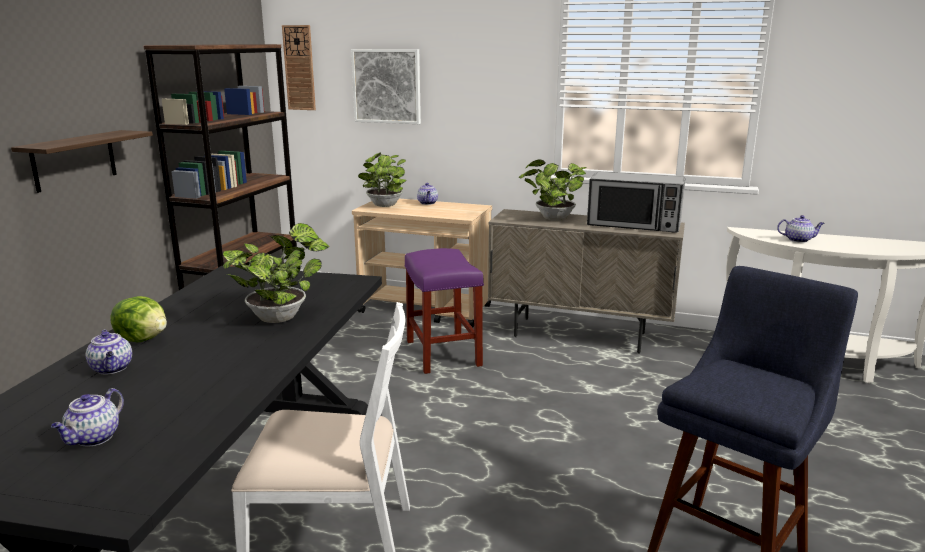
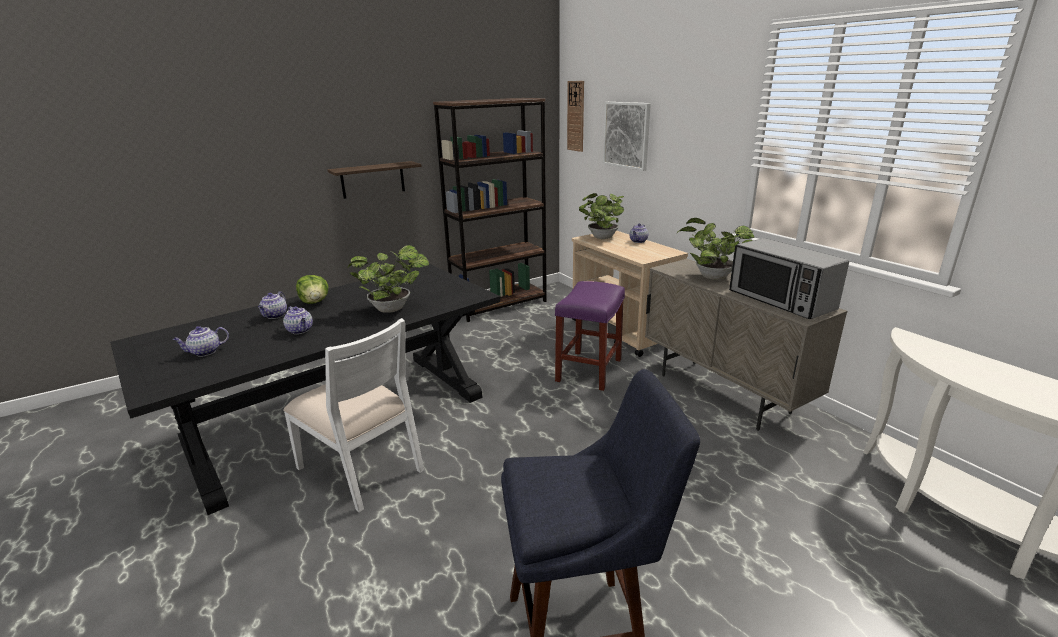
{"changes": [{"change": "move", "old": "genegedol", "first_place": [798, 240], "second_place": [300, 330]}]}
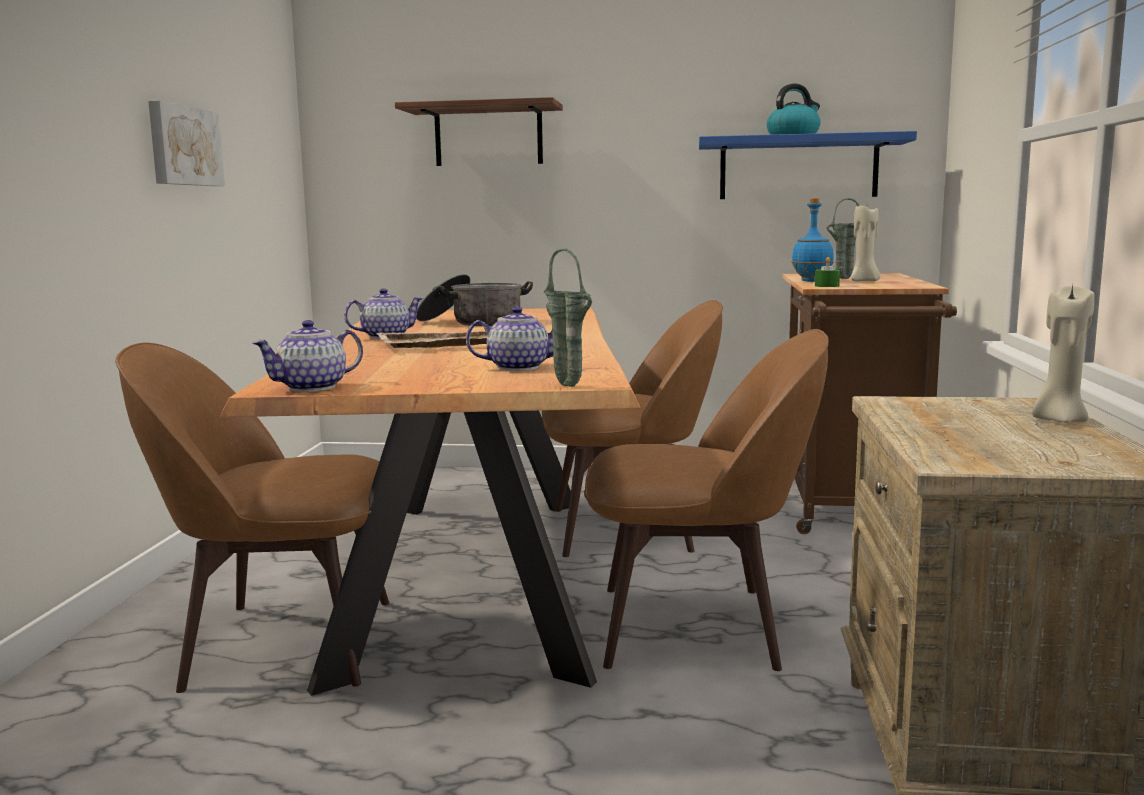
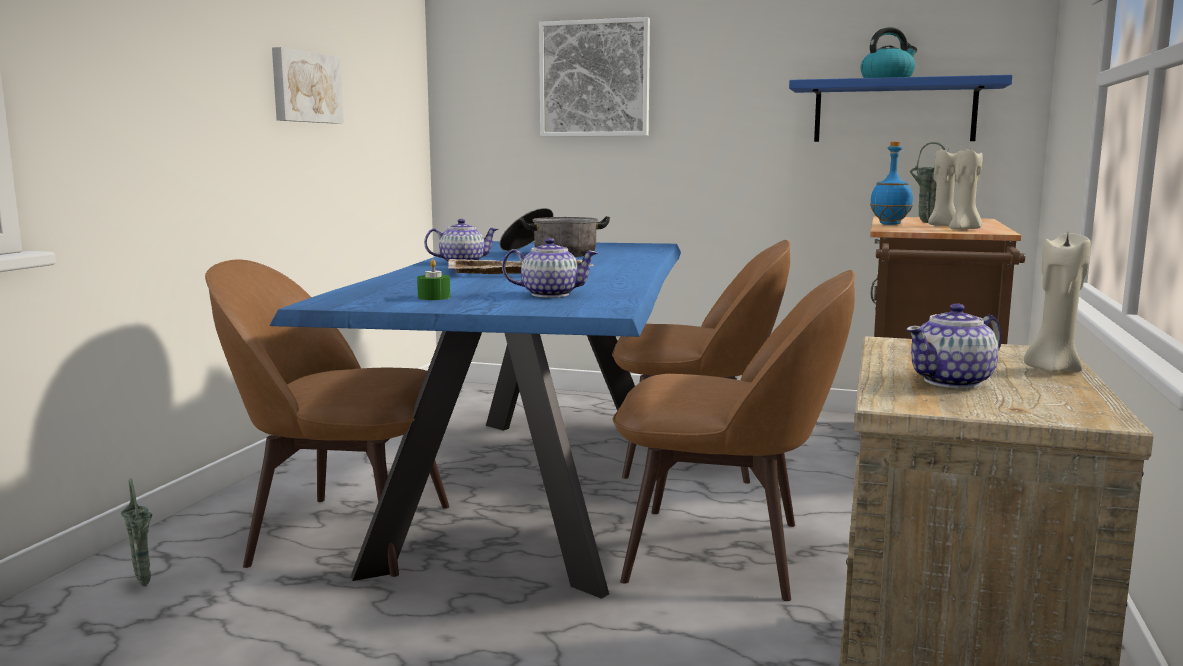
{"changes": [{"change": "recolor", "old": "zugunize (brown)", "new": "zugunize (blue)", "first_place": [474, 577], "second_place": [533, 490]}, {"change": "move", "old": "genegedol", "first_place": [313, 387], "second_place": [953, 381]}, {"change": "replace", "old": "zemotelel", "new": "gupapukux", "first_place": [488, 136], "second_place": [594, 79]}, {"change": "move", "old": "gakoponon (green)", "first_place": [571, 387], "second_place": [144, 586]}, {"change": "move", "old": "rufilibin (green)", "first_place": [827, 286], "second_place": [434, 297]}, {"change": "insert", "new": "rufilibin (beige)", "second_place": [965, 229]}]}
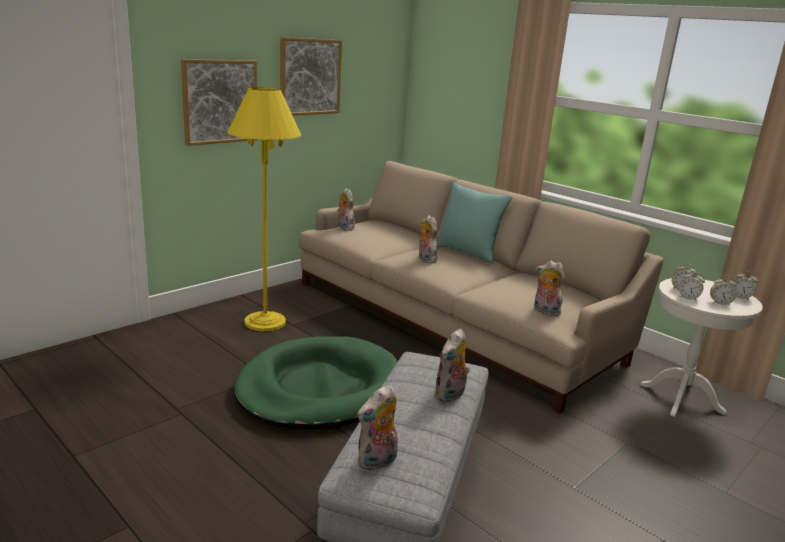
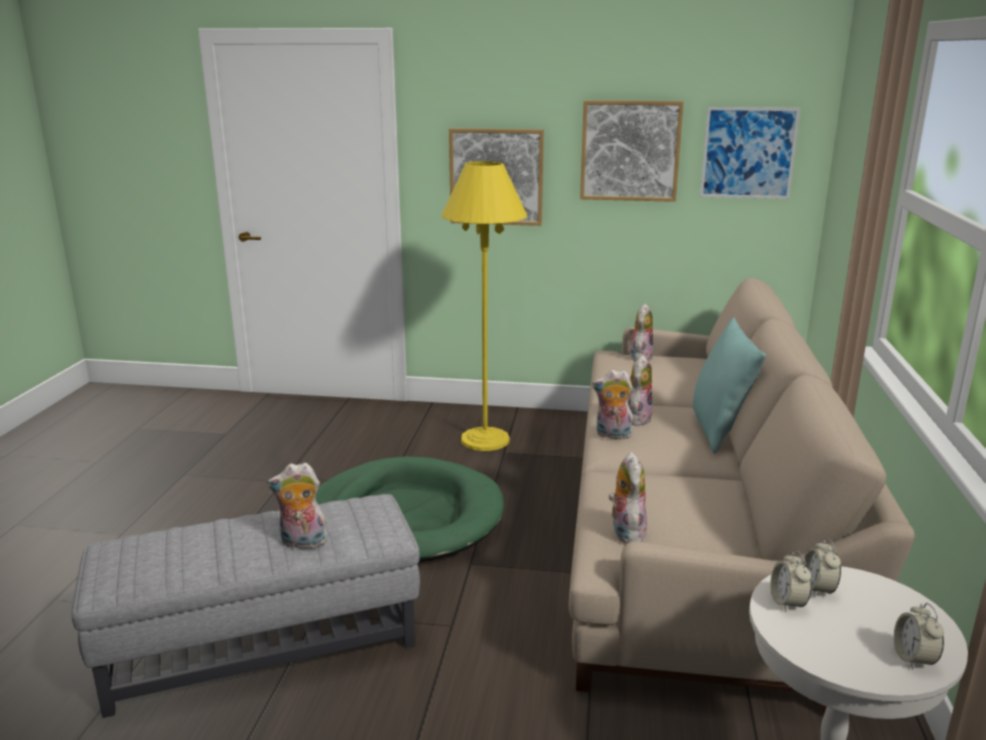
{"changes": [{"change": "move", "old": "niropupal", "first_place": [377, 462], "second_place": [612, 435]}, {"change": "delete", "old": "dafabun", "first_place": [720, 303]}, {"change": "insert", "new": "gupapukux", "second_place": [748, 153]}]}
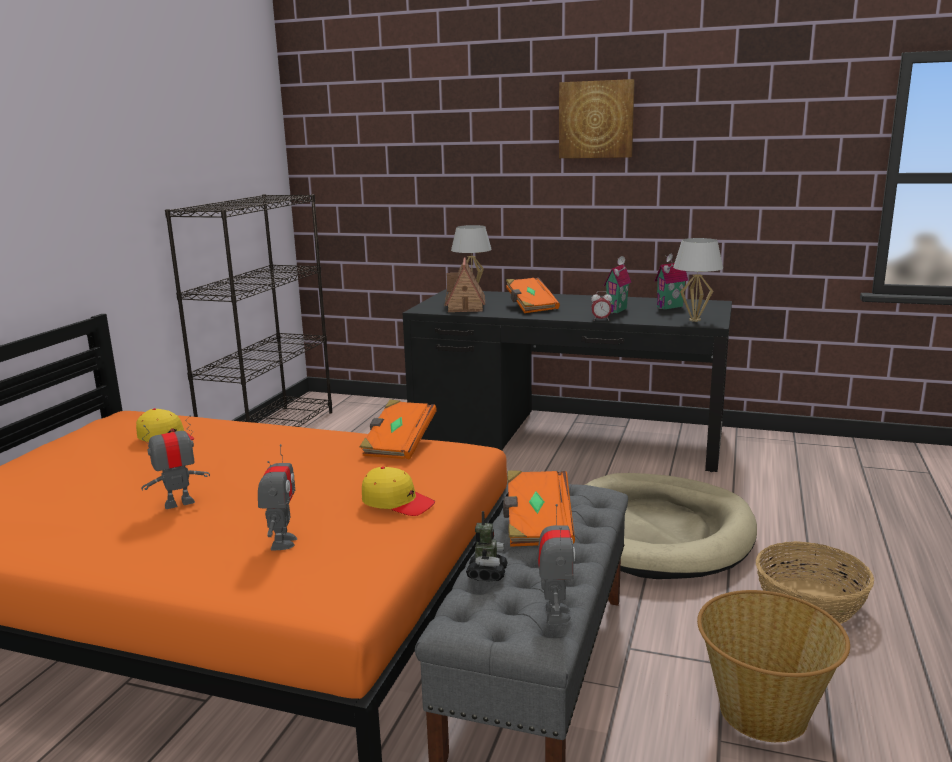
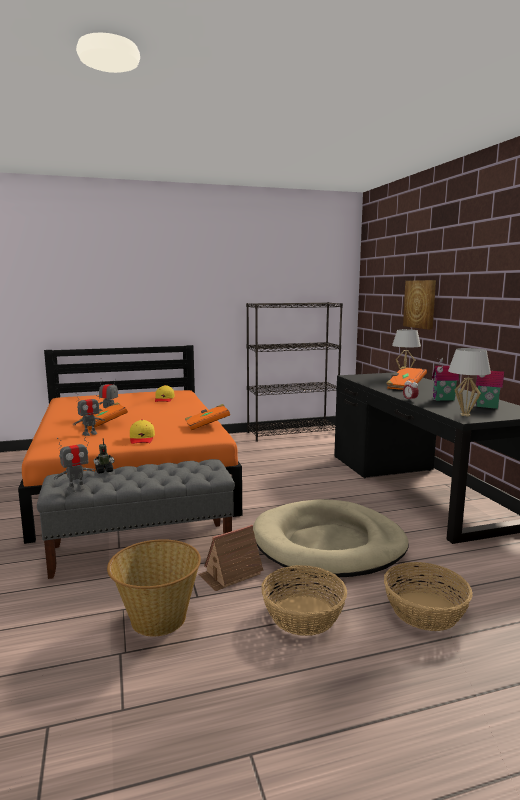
{"changes": [{"change": "move", "old": "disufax", "first_place": [465, 306], "second_place": [230, 574]}, {"change": "move", "old": "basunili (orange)", "first_place": [537, 525], "second_place": [104, 425]}, {"change": "move", "old": "gupapukux", "first_place": [596, 119], "second_place": [420, 304]}, {"change": "insert", "new": "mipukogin", "second_place": [425, 611]}]}
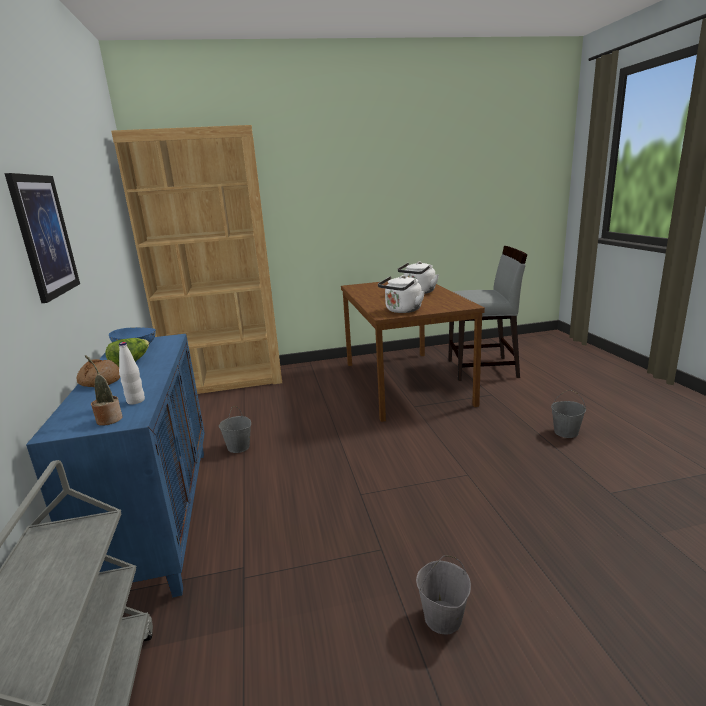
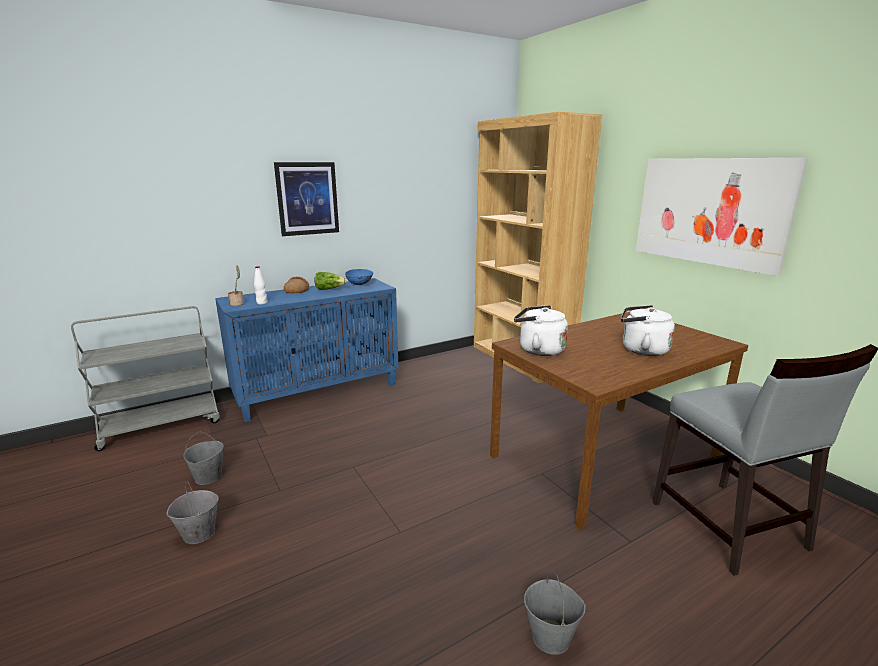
{"changes": [{"change": "move", "old": "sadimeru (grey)", "first_place": [239, 447], "second_place": [208, 477]}, {"change": "insert", "new": "gupapukux", "second_place": [710, 211]}]}
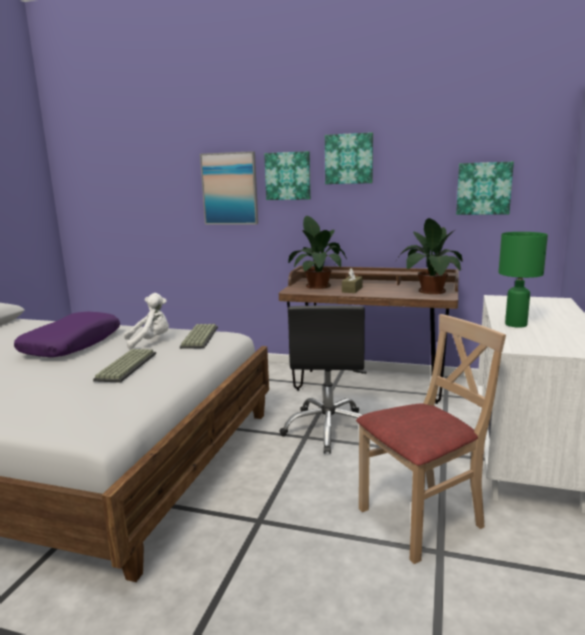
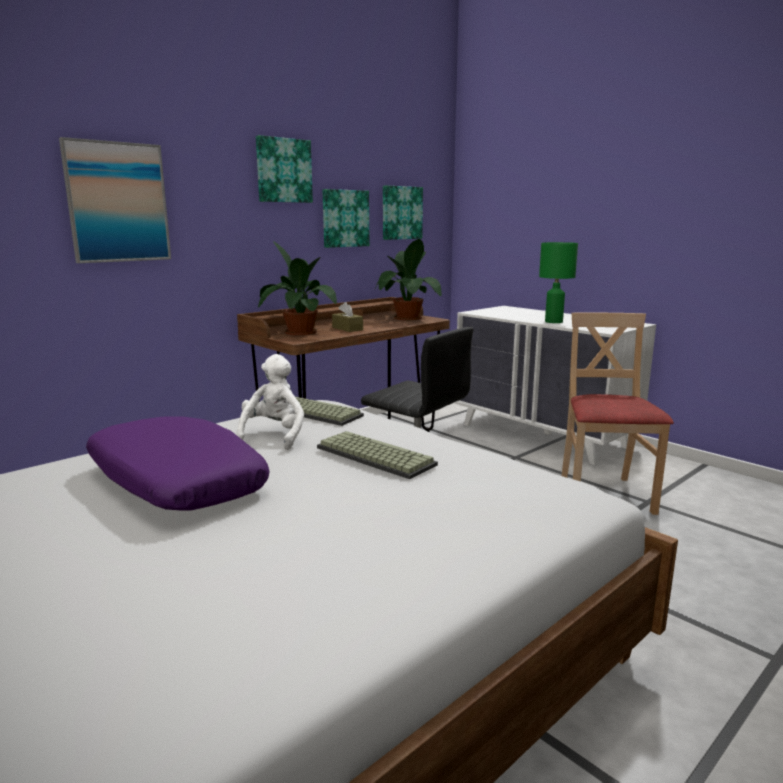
{"changes": [{"change": "move", "old": "gupapukux", "first_place": [288, 176], "second_place": [344, 218]}]}
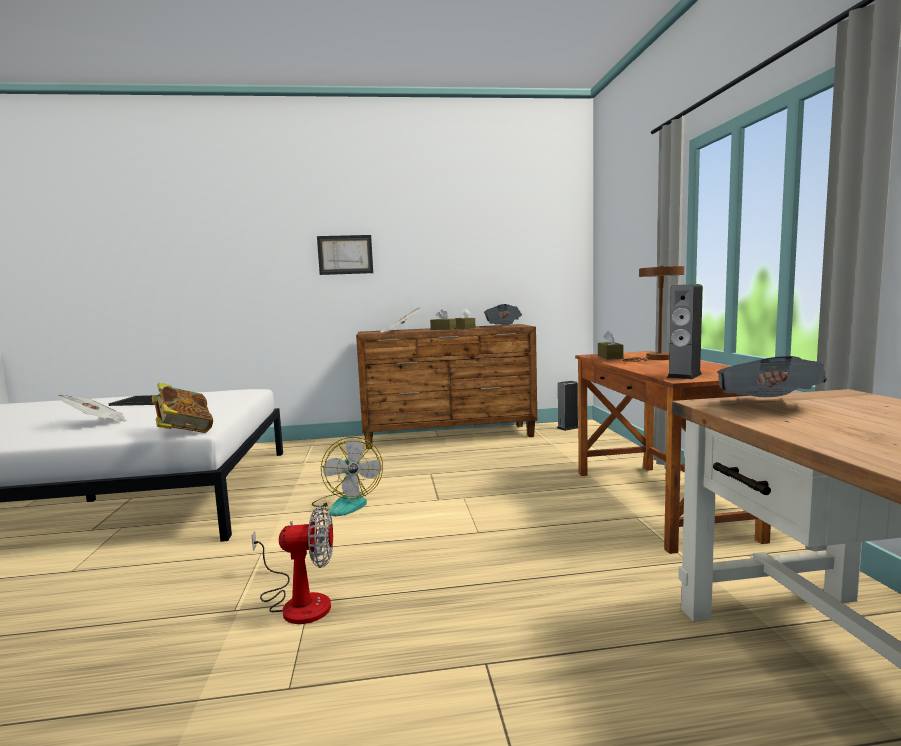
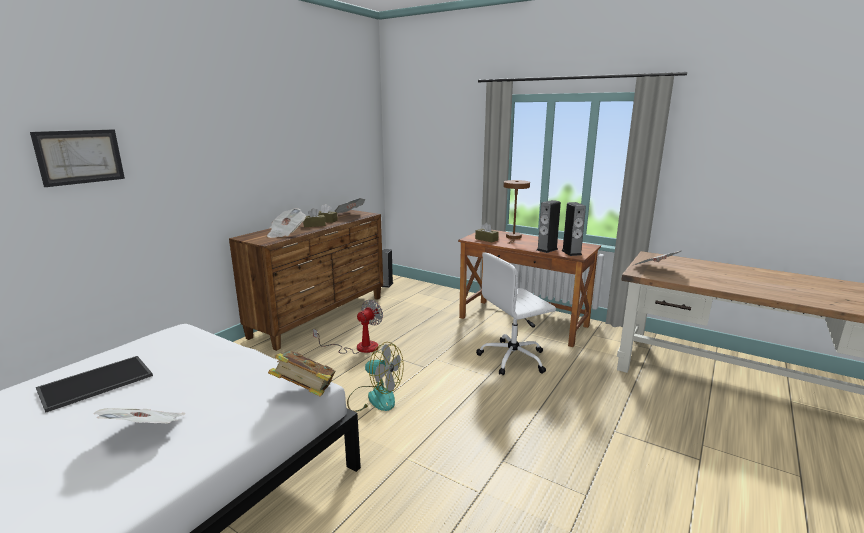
{"changes": [{"change": "move", "old": "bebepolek", "first_place": [298, 602], "second_place": [359, 347]}, {"change": "move", "old": "gupapukux", "first_place": [345, 254], "second_place": [80, 157]}, {"change": "insert", "new": "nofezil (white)", "second_place": [514, 358]}, {"change": "insert", "new": "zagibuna", "second_place": [547, 249]}]}
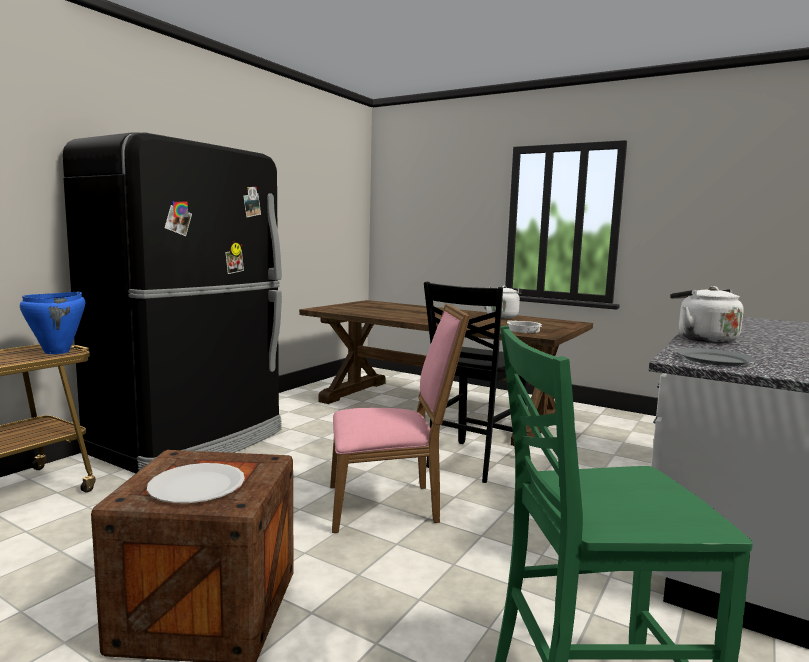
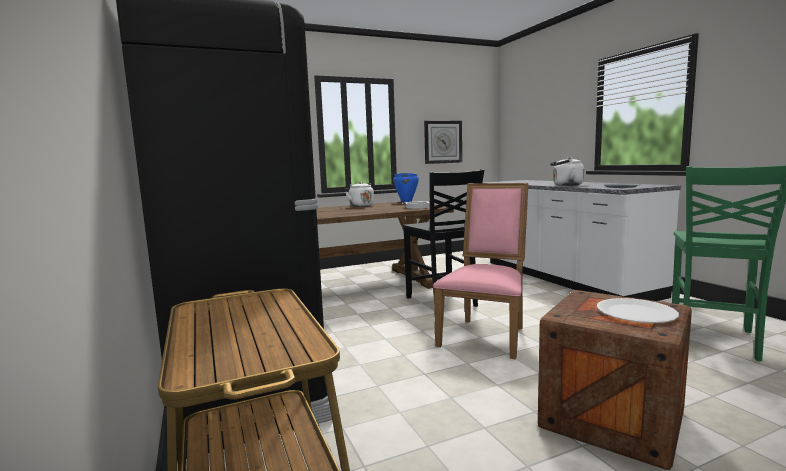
{"changes": [{"change": "move", "old": "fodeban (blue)", "first_place": [57, 352], "second_place": [406, 201]}, {"change": "insert", "new": "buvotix", "second_place": [443, 142]}]}
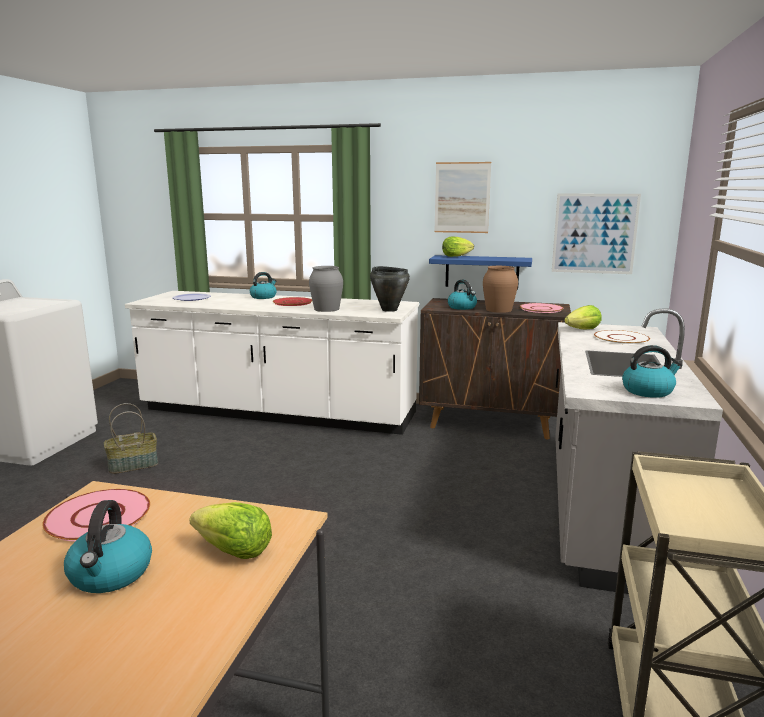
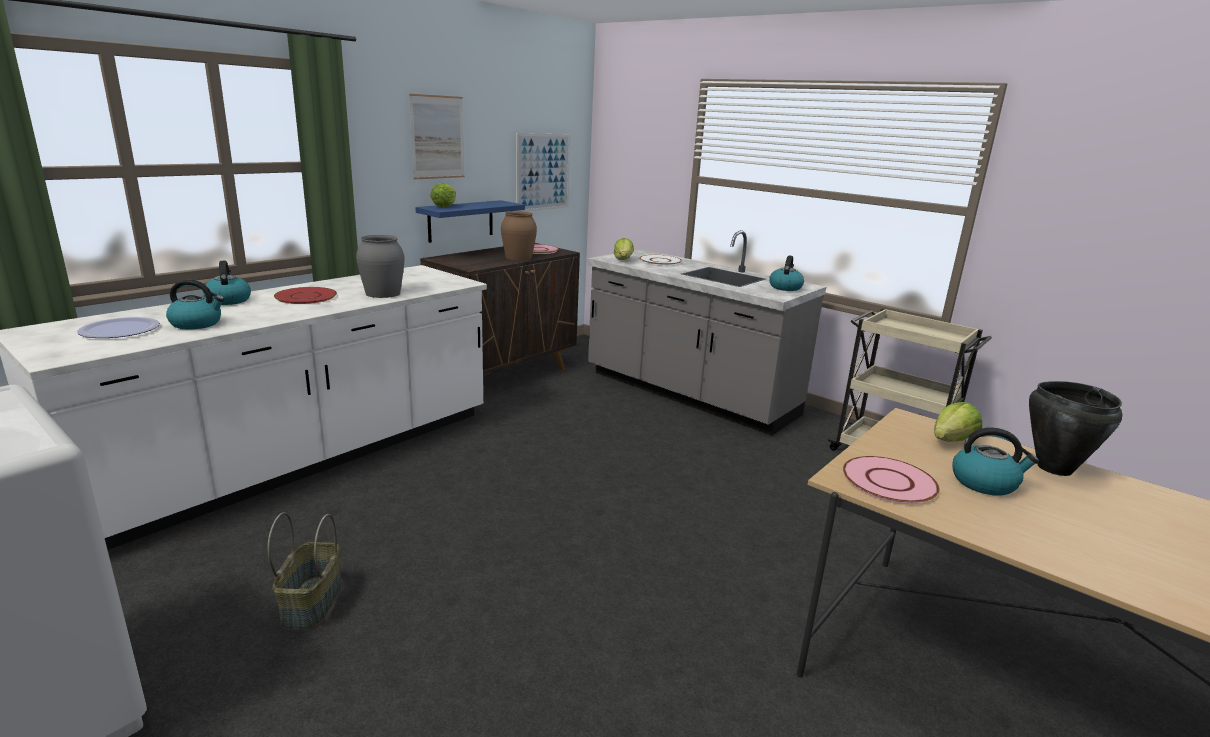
{"changes": [{"change": "move", "old": "fodeban (black)", "first_place": [389, 310], "second_place": [1053, 468]}, {"change": "move", "old": "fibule", "first_place": [462, 307], "second_place": [197, 324]}]}
